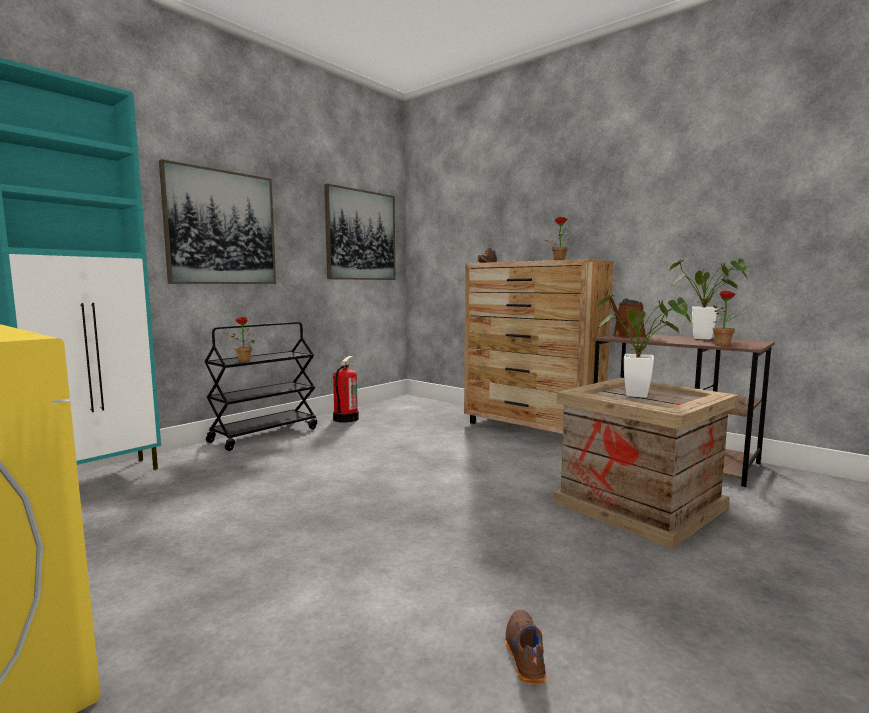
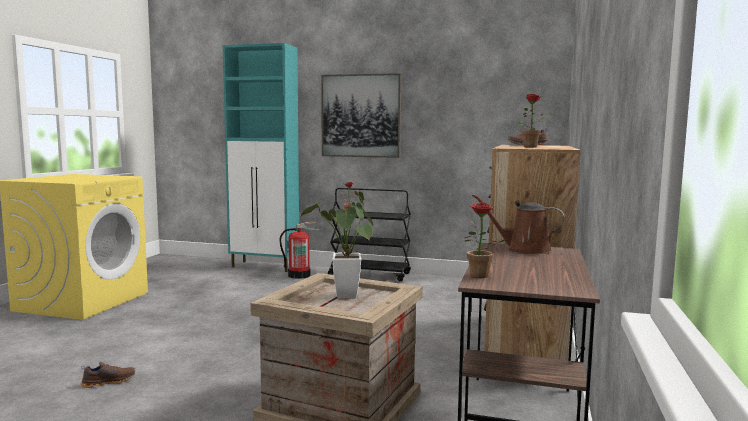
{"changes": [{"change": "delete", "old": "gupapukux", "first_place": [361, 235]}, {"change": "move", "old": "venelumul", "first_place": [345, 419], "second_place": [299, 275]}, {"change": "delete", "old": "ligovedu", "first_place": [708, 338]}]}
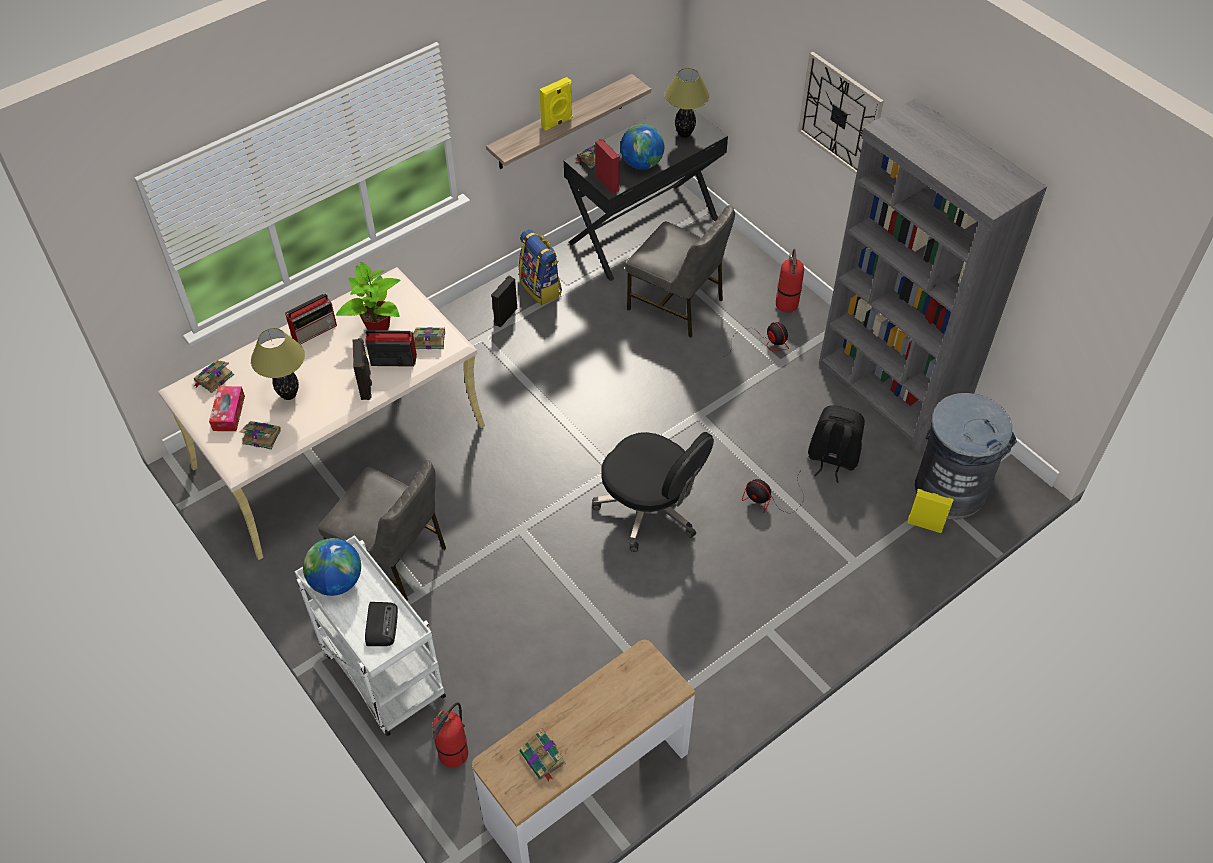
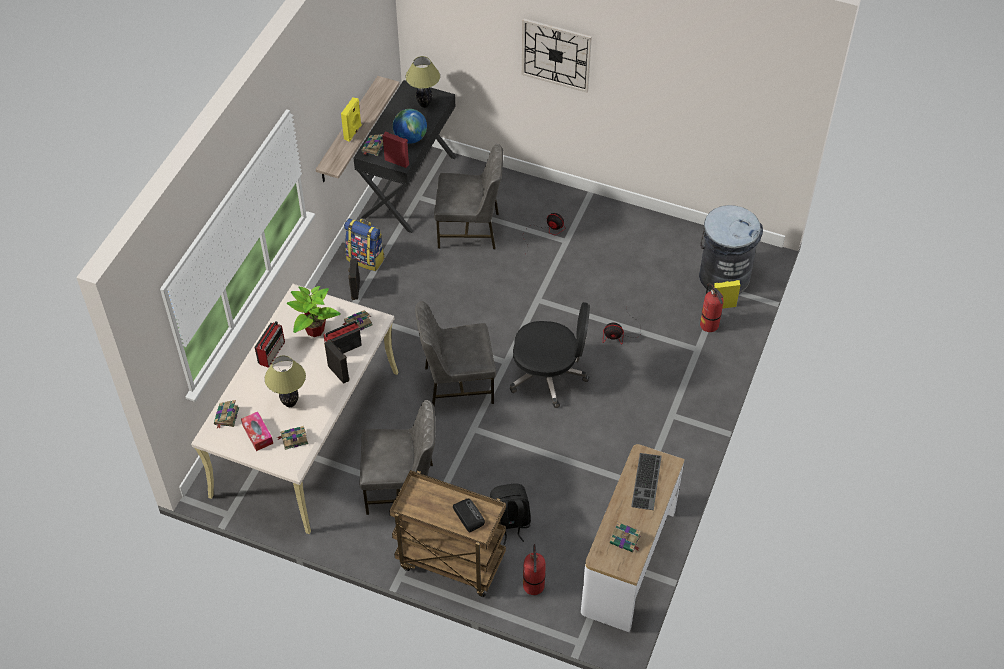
{"changes": [{"change": "recolor", "old": "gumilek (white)", "new": "gumilek (brown)", "first_place": [380, 672], "second_place": [449, 562]}, {"change": "delete", "old": "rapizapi", "first_place": [336, 581]}, {"change": "move", "old": "venelumul", "first_place": [787, 305], "second_place": [709, 325]}, {"change": "move", "old": "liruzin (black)", "first_place": [832, 459], "second_place": [509, 524]}, {"change": "delete", "old": "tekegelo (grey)", "first_place": [889, 393]}, {"change": "insert", "new": "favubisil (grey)", "second_place": [457, 384]}, {"change": "insert", "new": "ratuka", "second_place": [647, 482]}]}
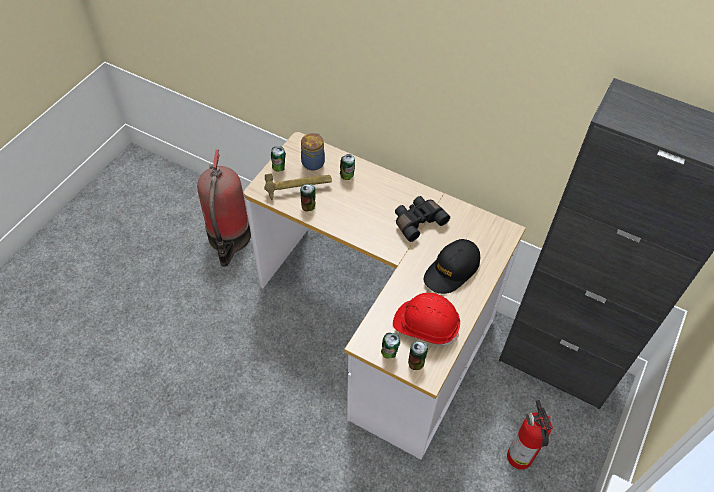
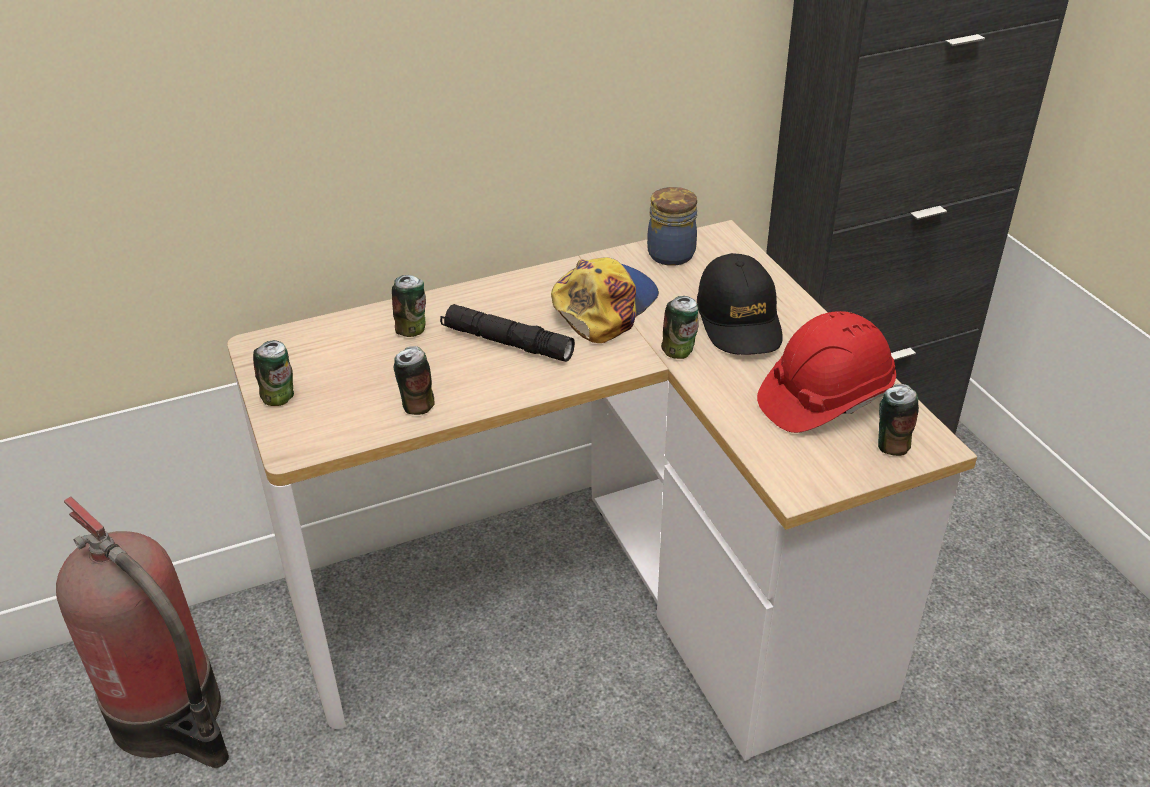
{"changes": [{"change": "delete", "old": "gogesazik", "first_place": [298, 190]}, {"change": "move", "old": "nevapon", "first_place": [313, 162], "second_place": [669, 253]}, {"change": "move", "old": "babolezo", "first_place": [389, 353], "second_place": [679, 352]}, {"change": "replace", "old": "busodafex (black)", "new": "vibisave", "first_place": [418, 221], "second_place": [603, 305]}, {"change": "delete", "old": "venelumul", "first_place": [520, 459]}, {"change": "insert", "new": "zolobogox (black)", "second_place": [507, 342]}]}
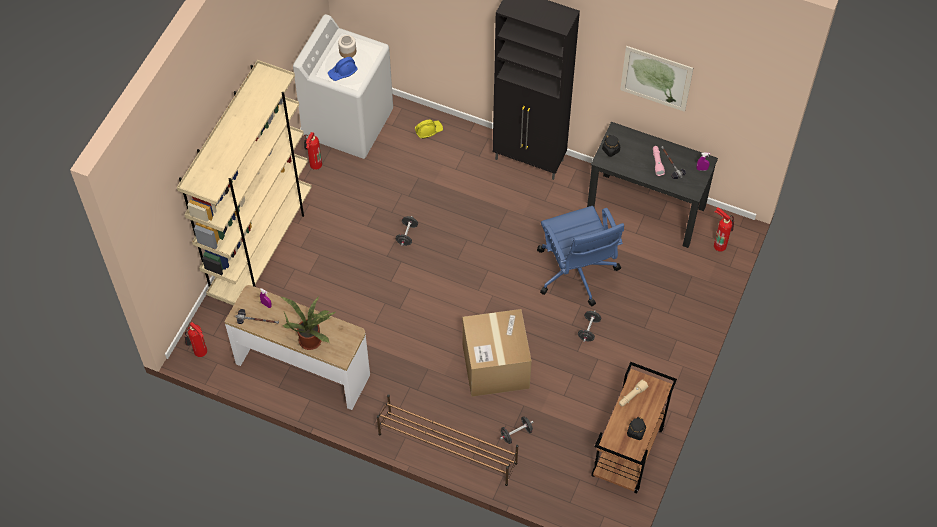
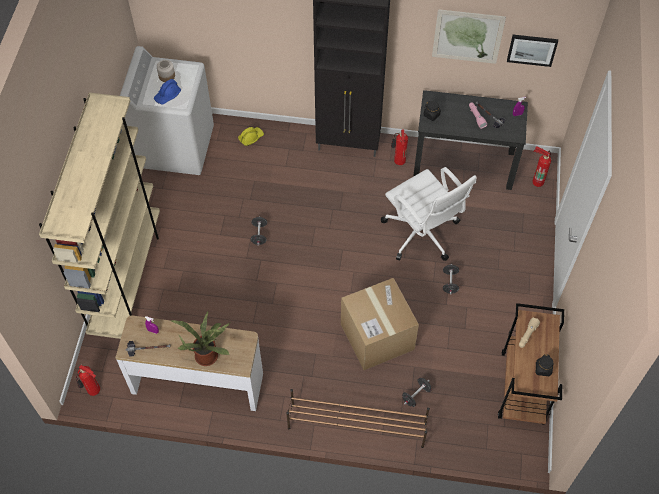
{"changes": [{"change": "move", "old": "venelumul", "first_place": [314, 165], "second_place": [398, 161]}, {"change": "recolor", "old": "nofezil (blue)", "new": "nofezil (white)", "first_place": [576, 273], "second_place": [422, 234]}, {"change": "insert", "new": "gupapukux", "second_place": [532, 49]}]}
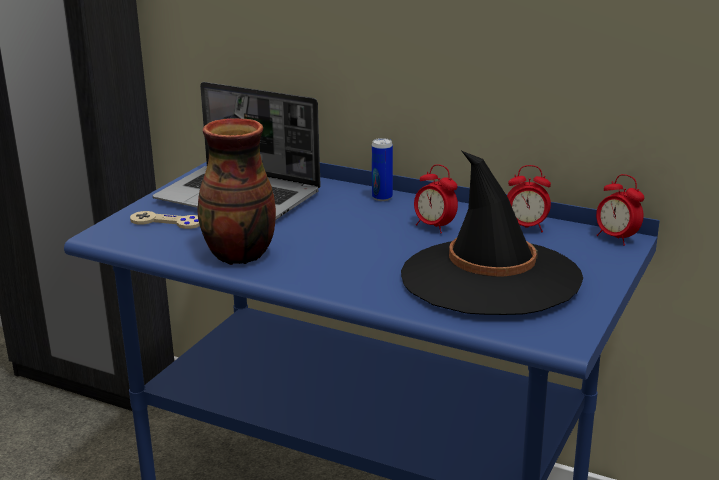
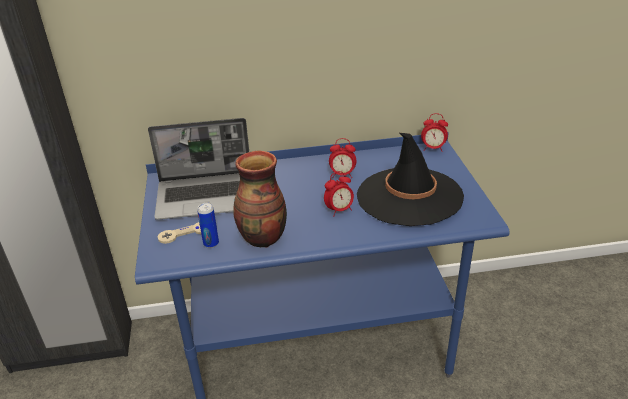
{"changes": [{"change": "move", "old": "babolezo", "first_place": [382, 197], "second_place": [211, 243]}, {"change": "move", "old": "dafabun", "first_place": [526, 228], "second_place": [339, 210]}]}
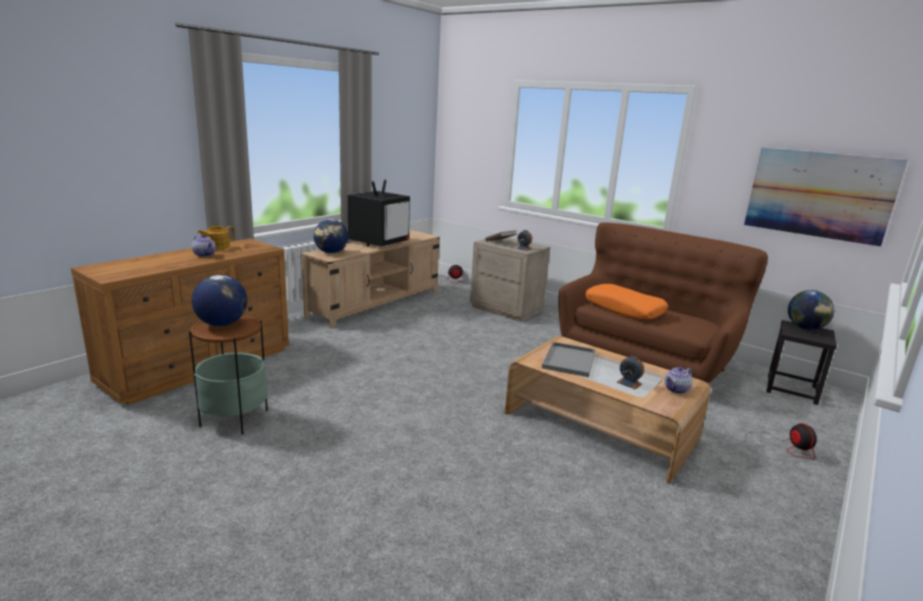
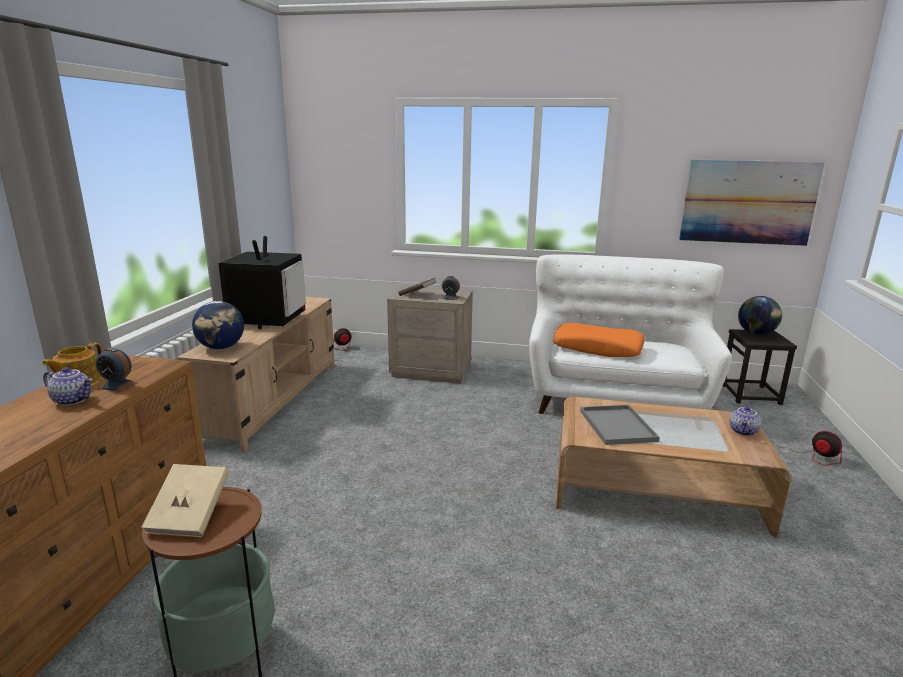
{"changes": [{"change": "replace", "old": "rapizapi", "new": "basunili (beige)", "first_place": [222, 324], "second_place": [190, 516]}, {"change": "recolor", "old": "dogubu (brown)", "new": "dogubu (white)", "first_place": [644, 361], "second_place": [615, 398]}, {"change": "move", "old": "dafabun", "first_place": [629, 383], "second_place": [117, 385]}]}
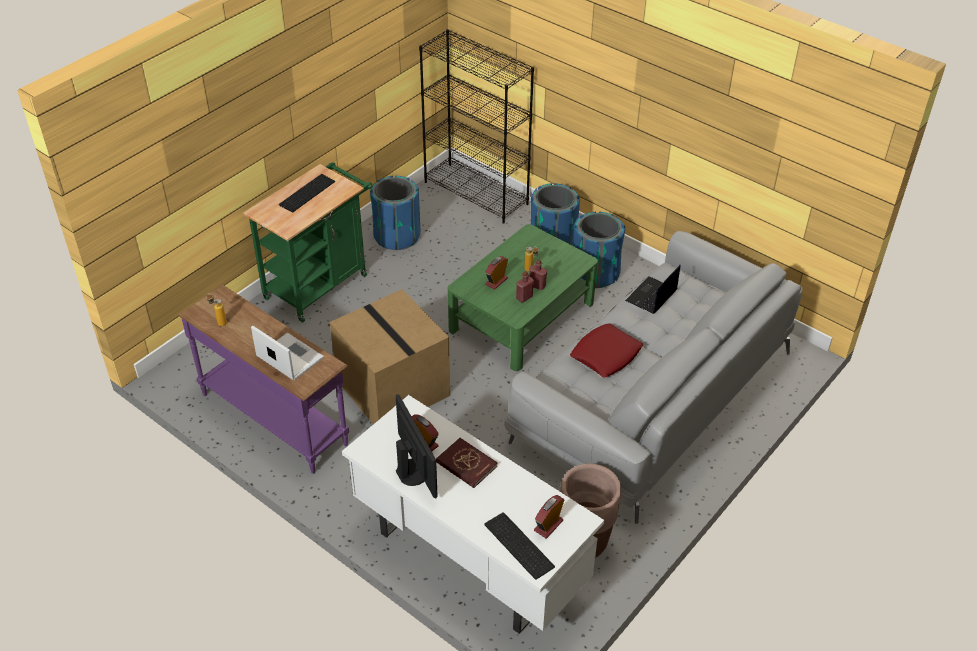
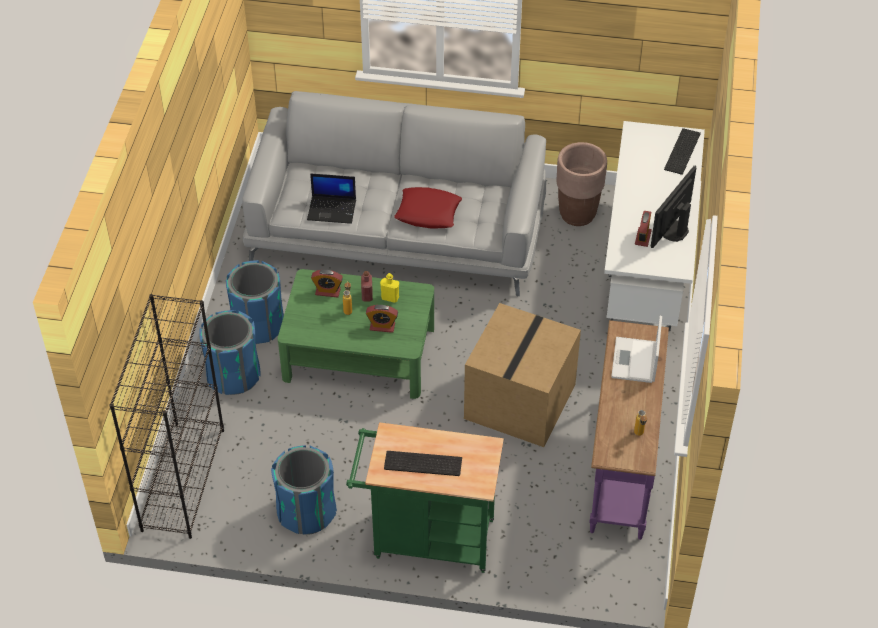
{"changes": [{"change": "delete", "old": "basunili (red)", "first_place": [466, 464]}, {"change": "recolor", "old": "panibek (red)", "new": "panibek (yellow)", "first_place": [524, 297], "second_place": [390, 298]}, {"change": "move", "old": "dafabun", "first_place": [548, 525], "second_place": [327, 291]}]}
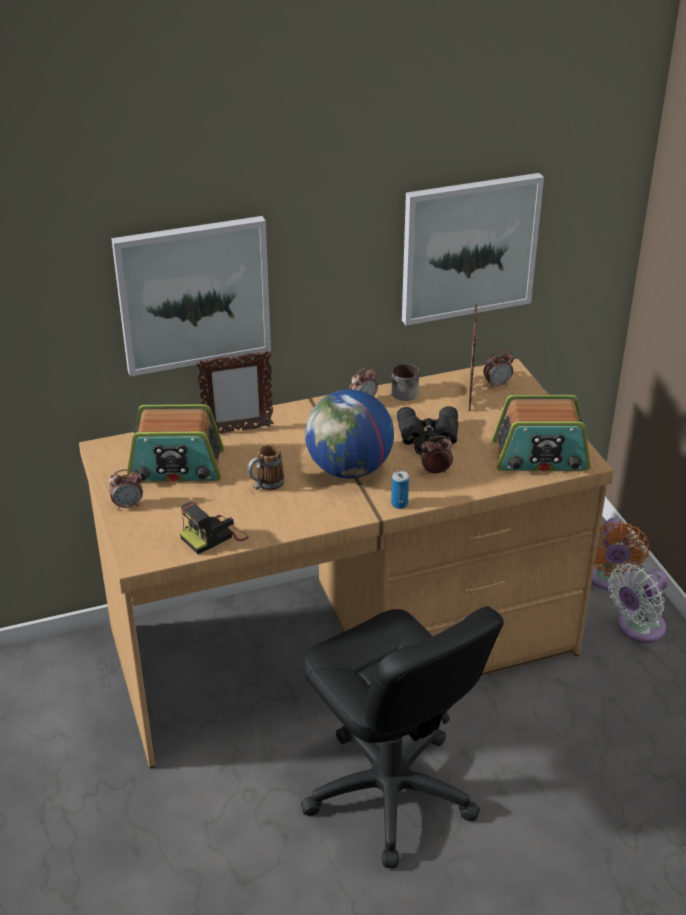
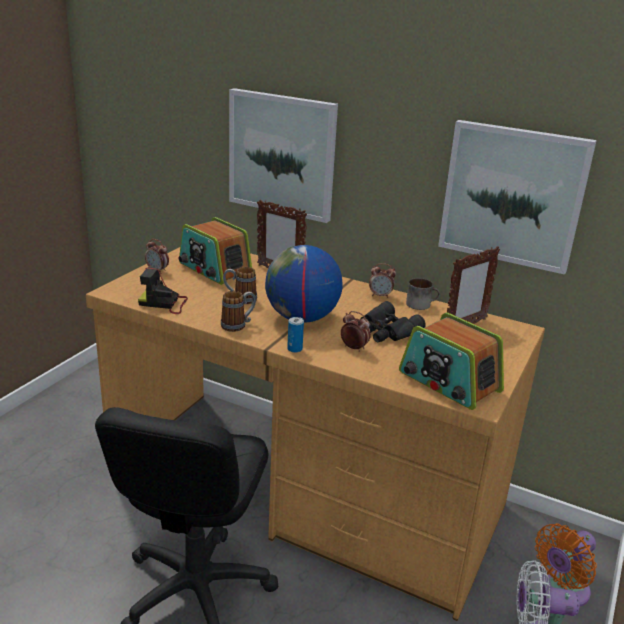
{"changes": [{"change": "delete", "old": "dafabun", "first_place": [497, 384]}, {"change": "insert", "new": "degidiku", "second_place": [238, 325]}]}
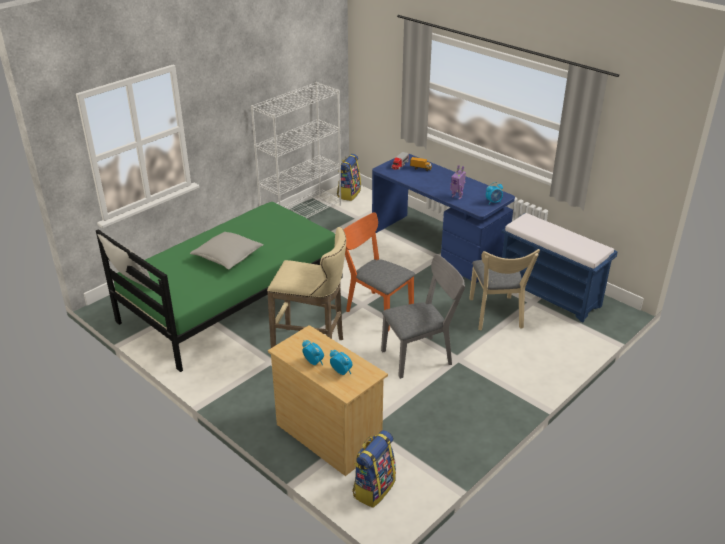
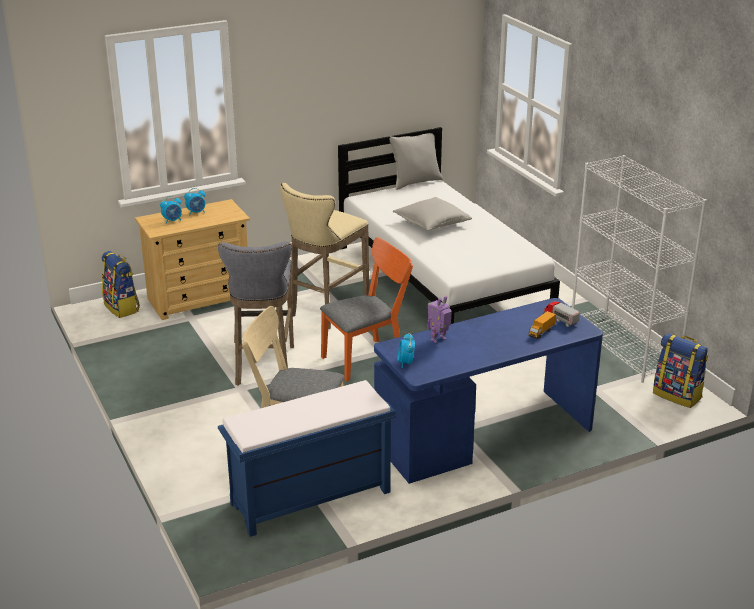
{"changes": [{"change": "recolor", "old": "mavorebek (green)", "new": "mavorebek (white)", "first_place": [232, 299], "second_place": [442, 282]}, {"change": "replace", "old": "favubisil (grey)", "new": "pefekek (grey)", "first_place": [421, 355], "second_place": [264, 367]}]}
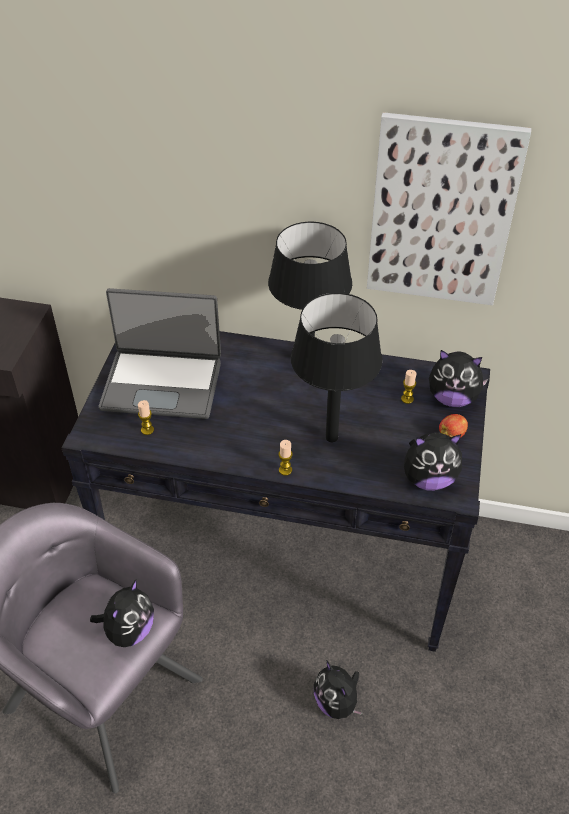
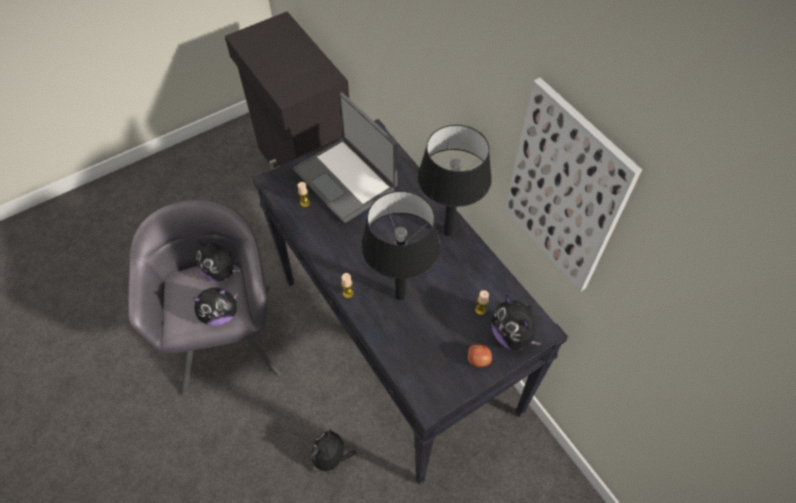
{"changes": [{"change": "move", "old": "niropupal", "first_place": [429, 479], "second_place": [221, 272]}]}
